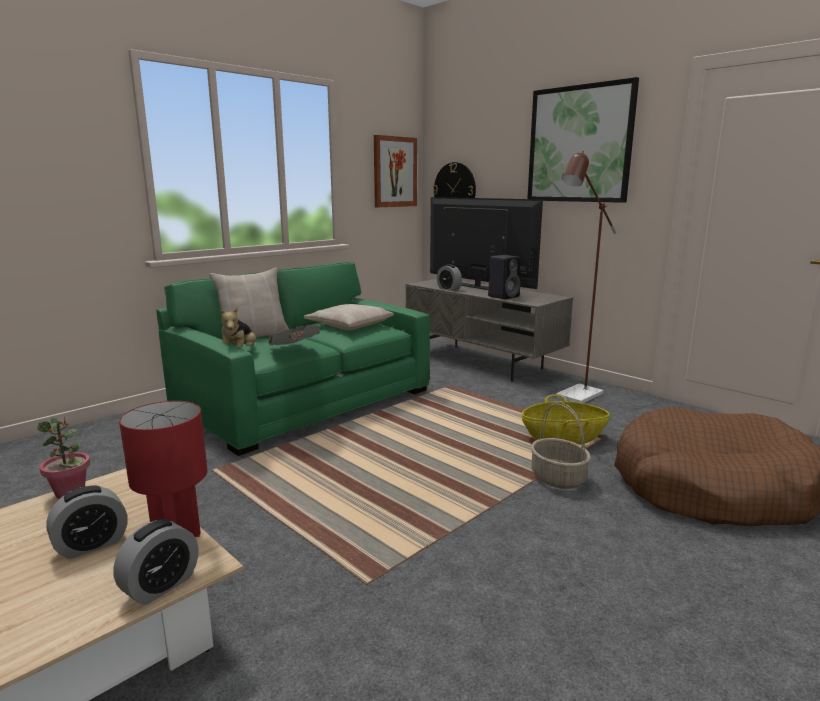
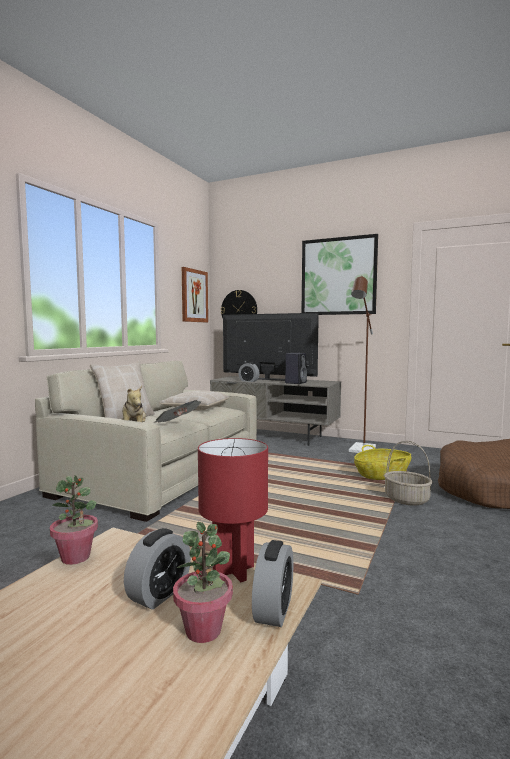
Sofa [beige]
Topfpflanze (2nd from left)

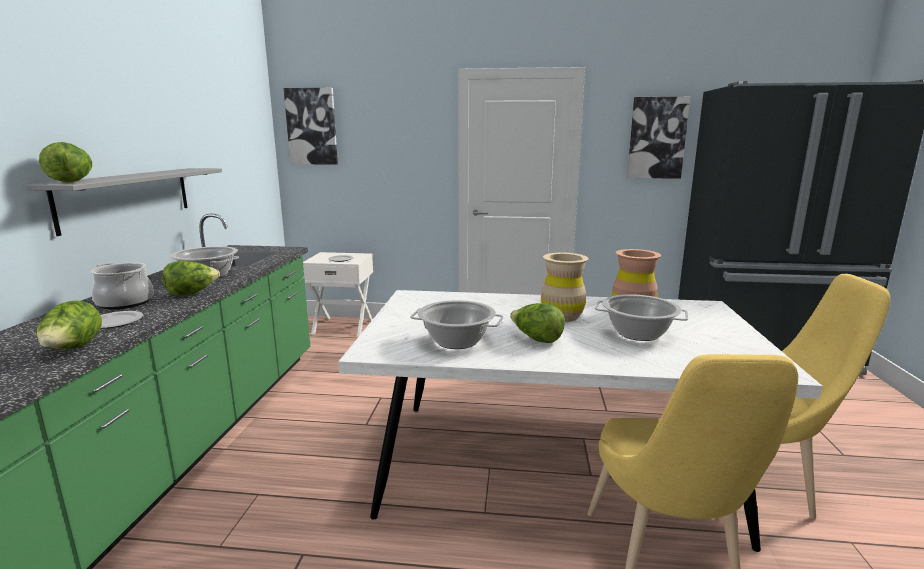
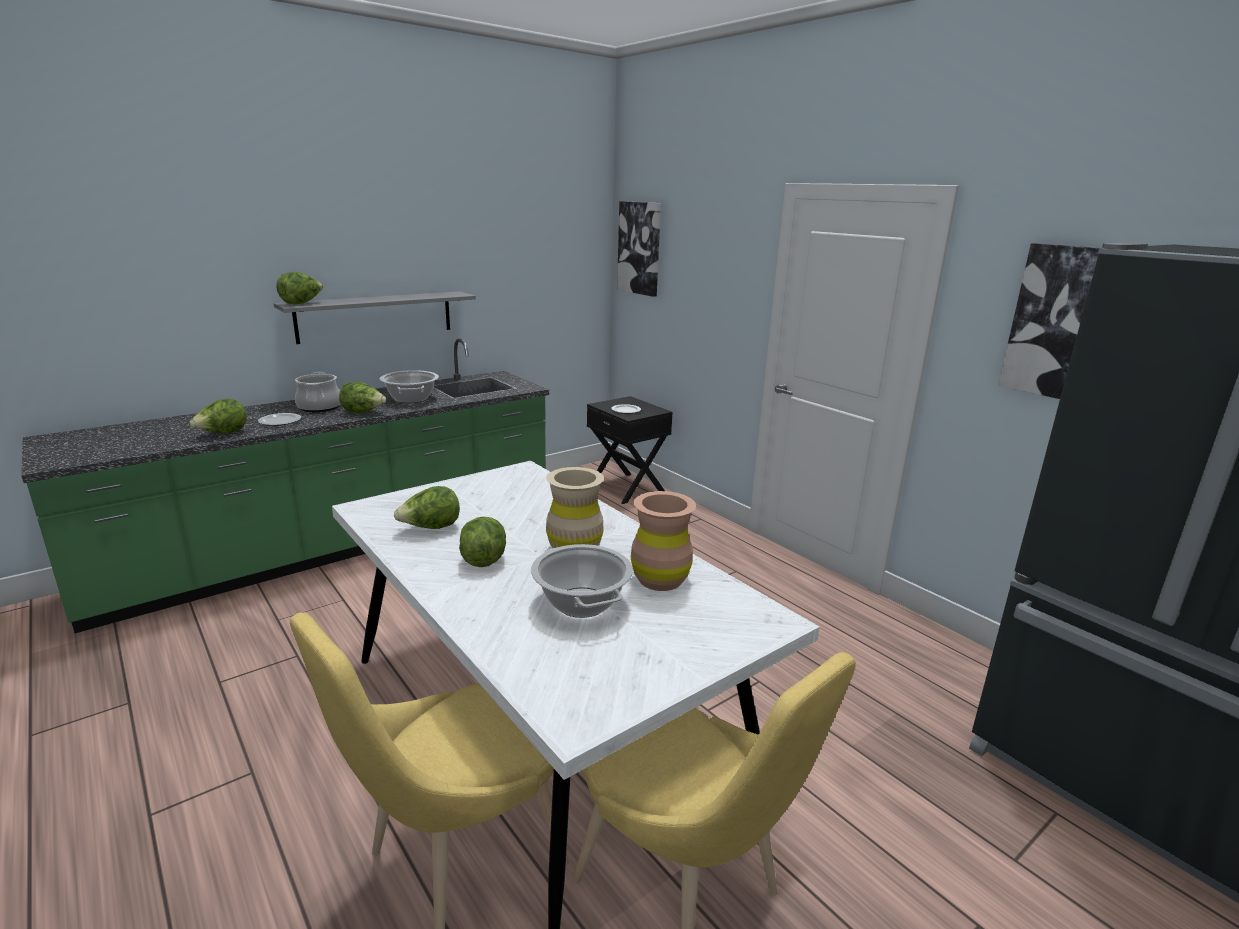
Nachttisch [schwarz]
Salatkopf (4th from left)

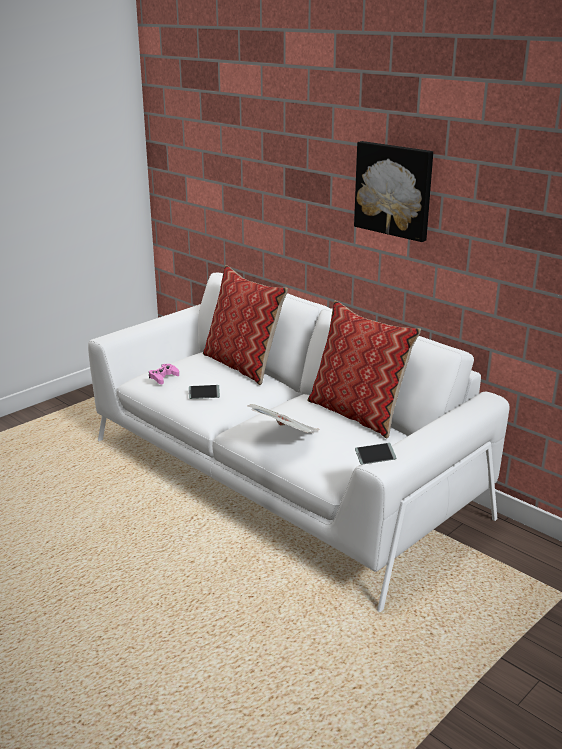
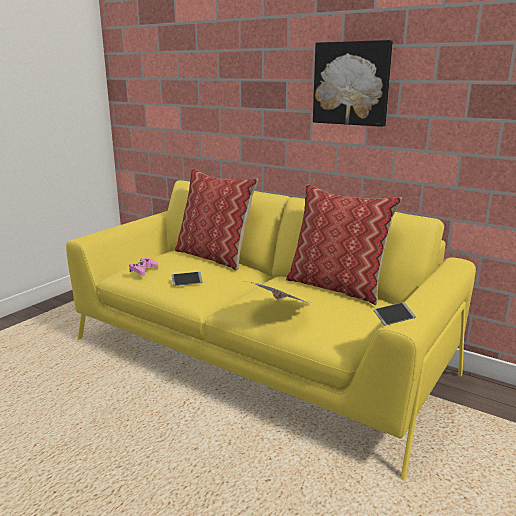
Sofa [gelb]

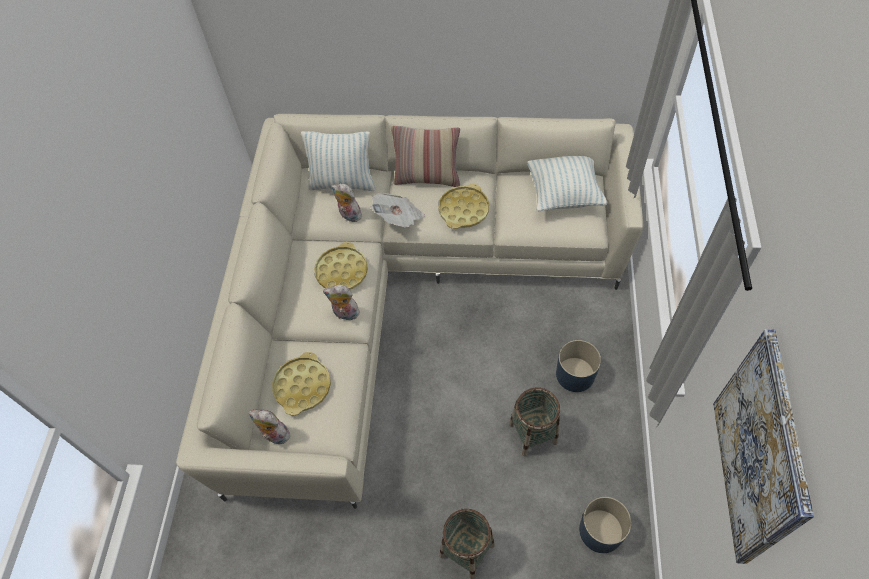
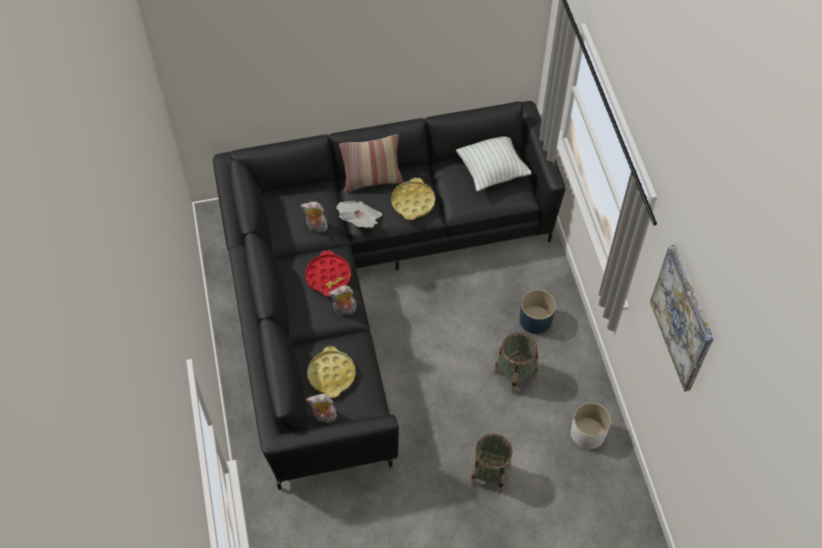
Sofa [schwarz]
Kissen (1st from left in the first image)
Tablett [rot]
Pflanzkübel [weiß]

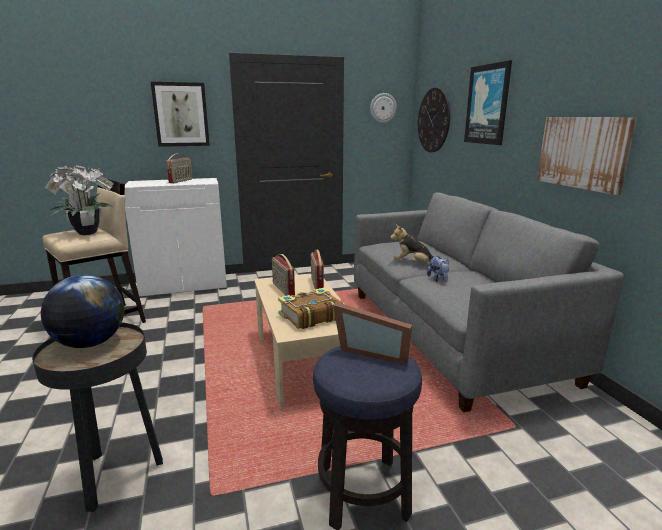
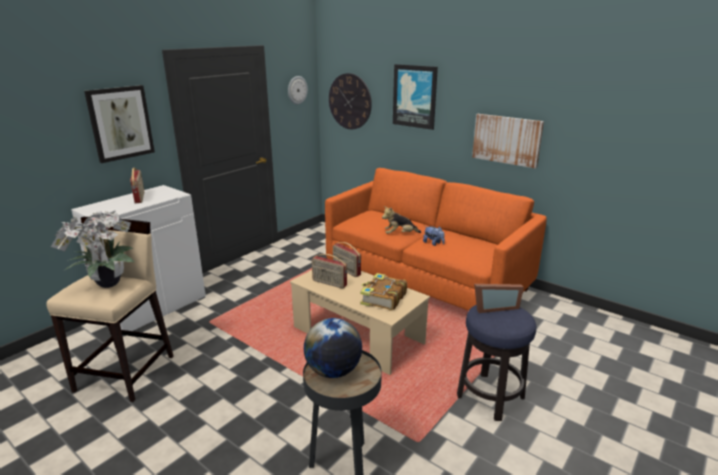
Sofa [orange]

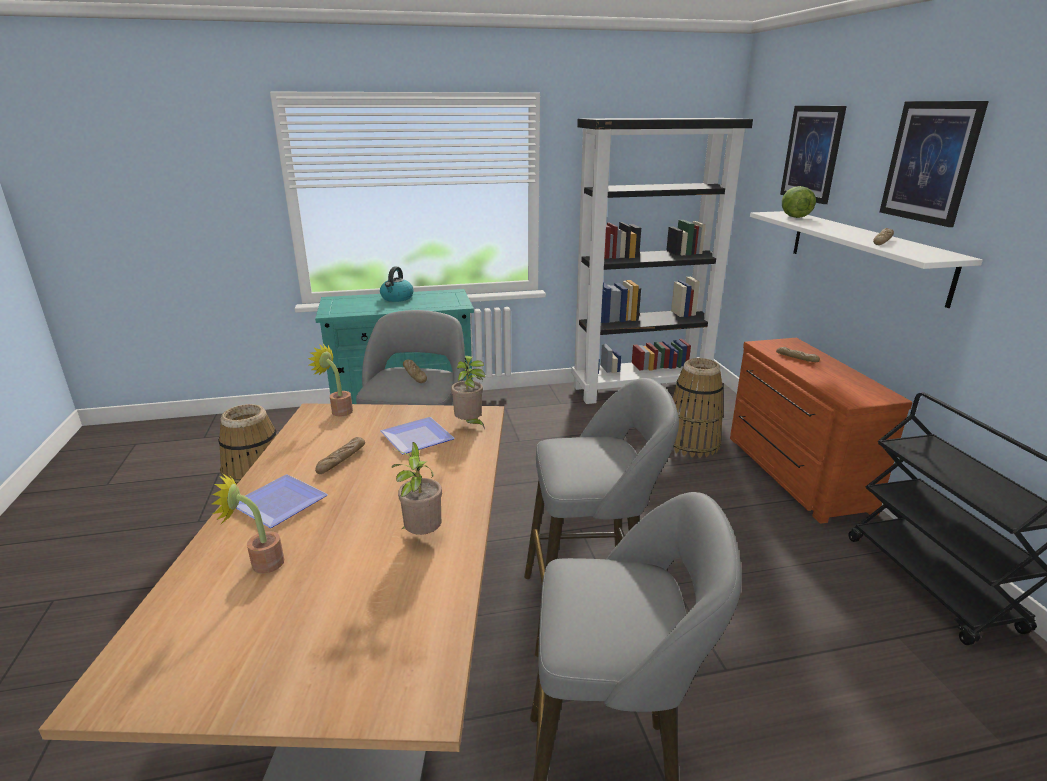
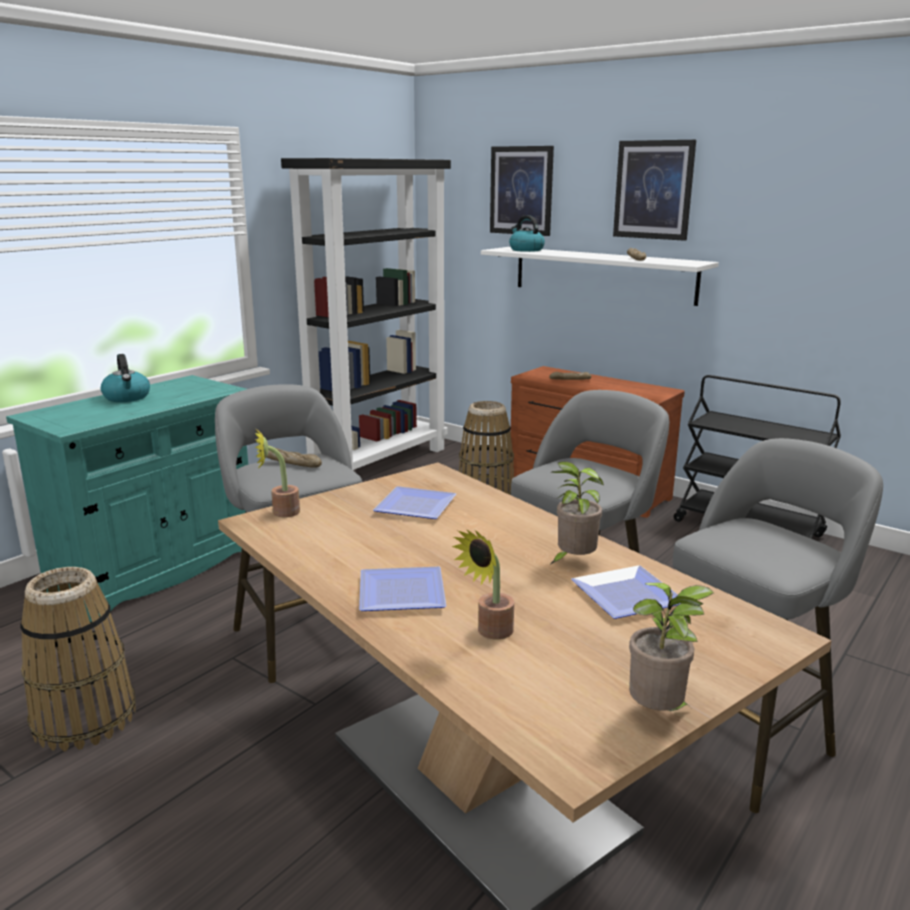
Wasserkessel (2nd from left)
Topfpflanze (4th from left)
Brot (1st from left in the first image)
Teller (3rd from left)

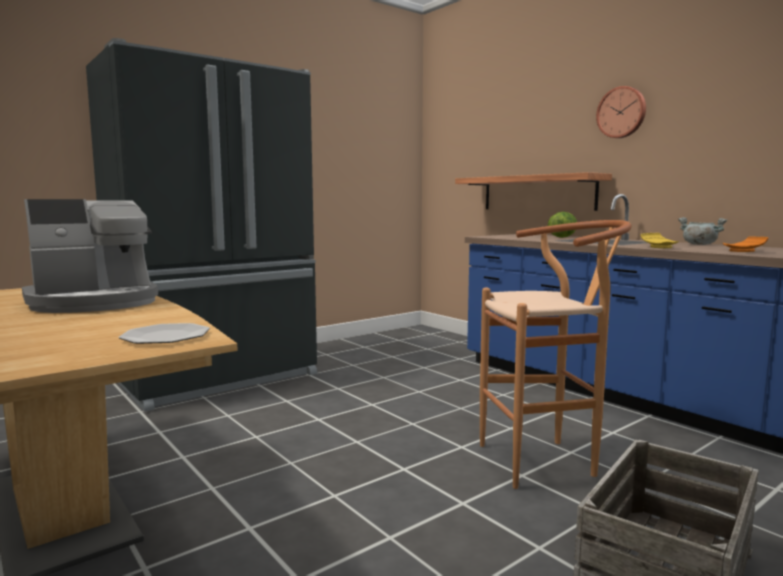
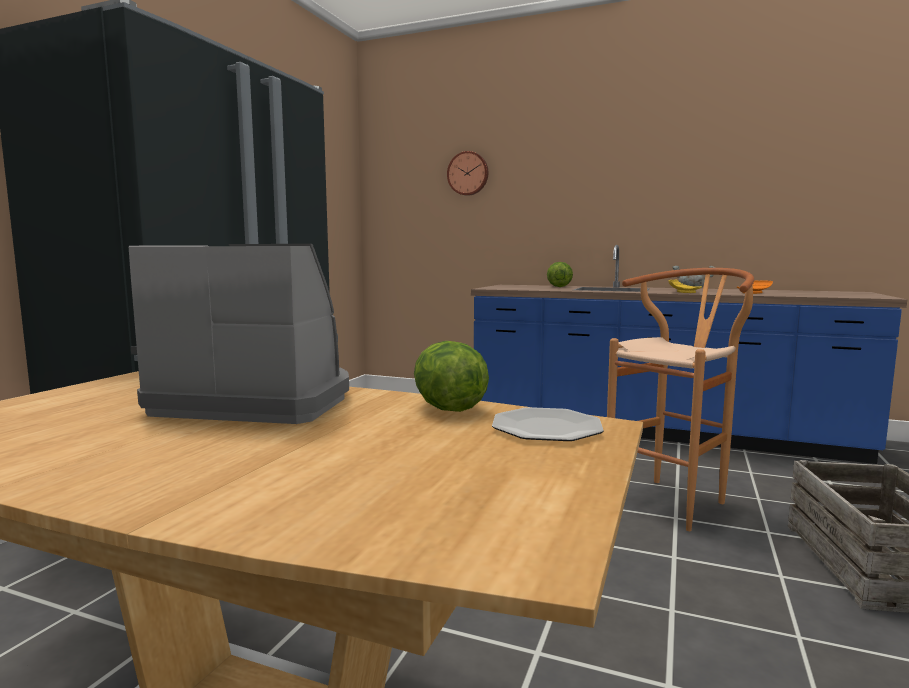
Wanduhr
Wandregal
Kaffeemaschine
Salatkopf (1st from left)

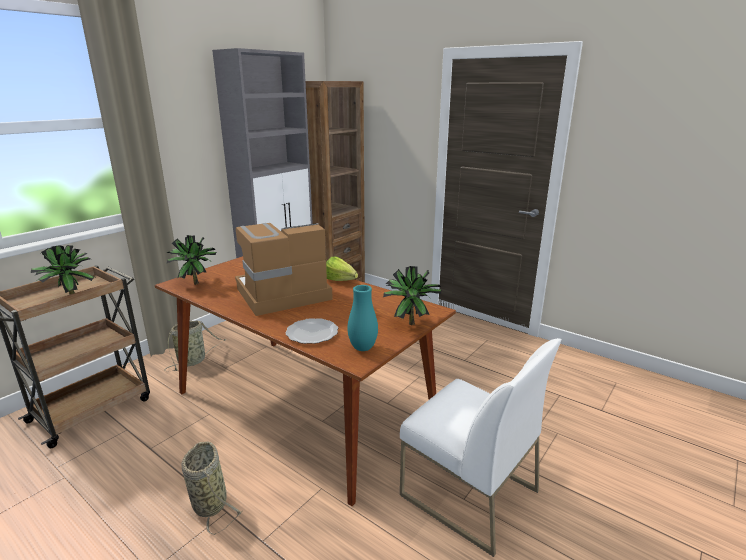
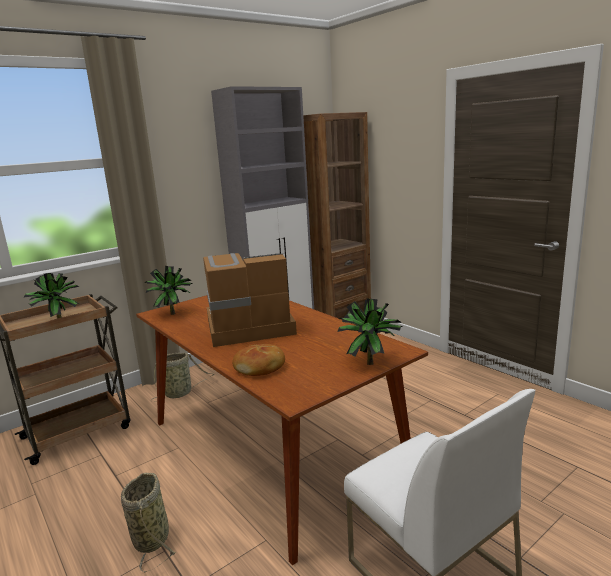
Salatkopf
Vase [türkis]
Brot

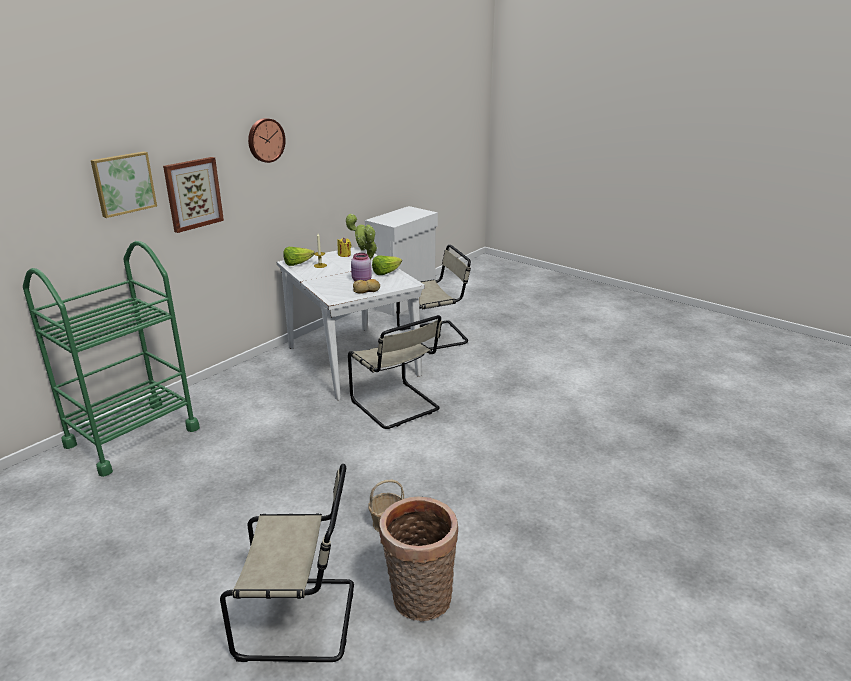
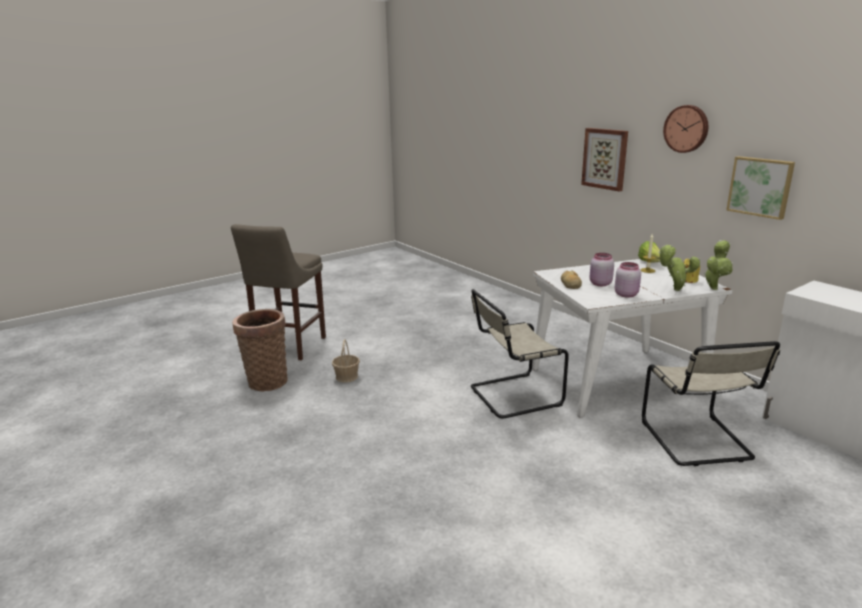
Bild (2nd from left)
Rollwagen [grün]
Vorratsglas [rosa] (2nd from left)
Hocker [beige]

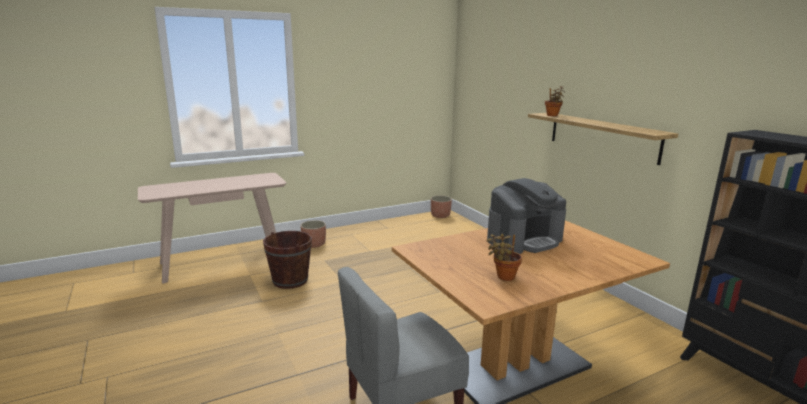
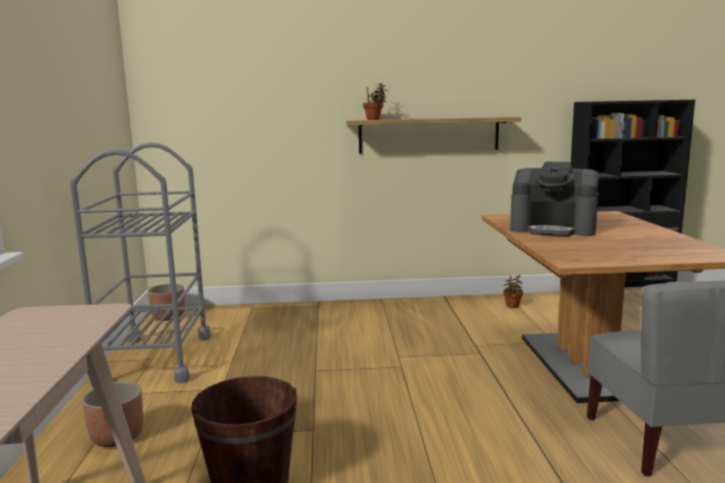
Kaffeemaschine
Topfpflanze (2nd from left)
Rollwagen [grau]

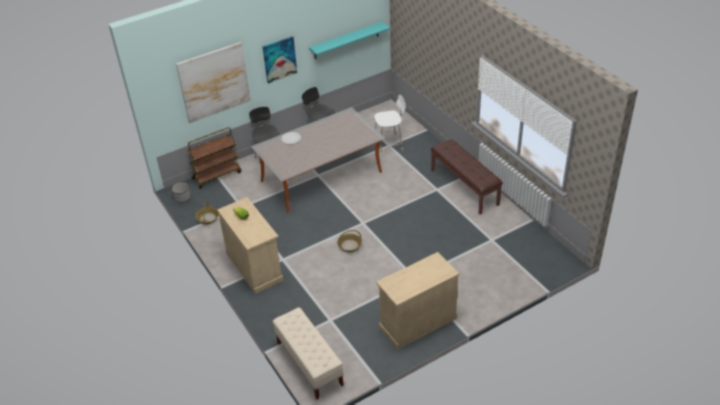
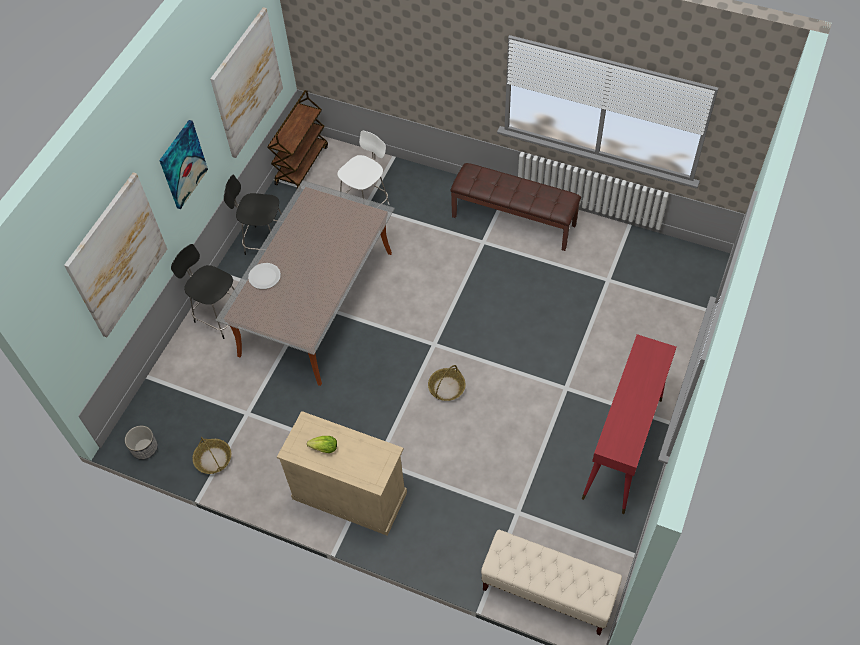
Bild (3rd from left)
Rollwagen [braun]
Konsolentisch [rot]

